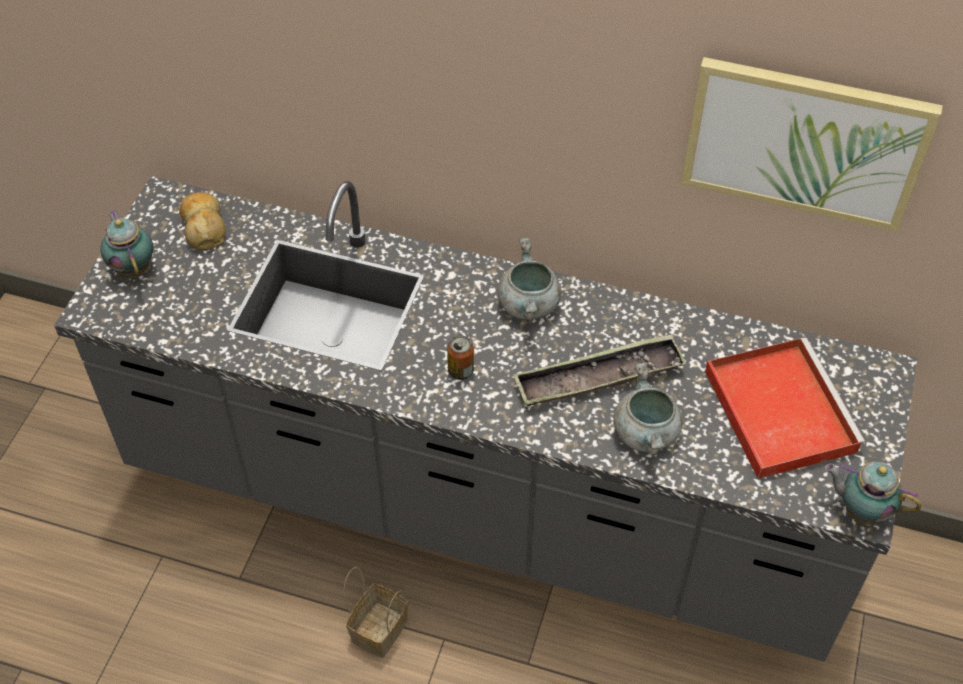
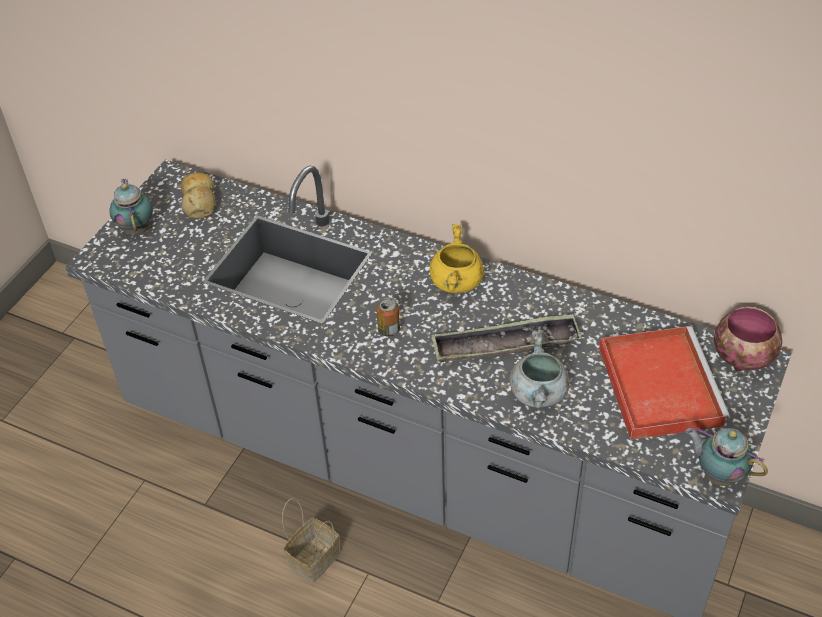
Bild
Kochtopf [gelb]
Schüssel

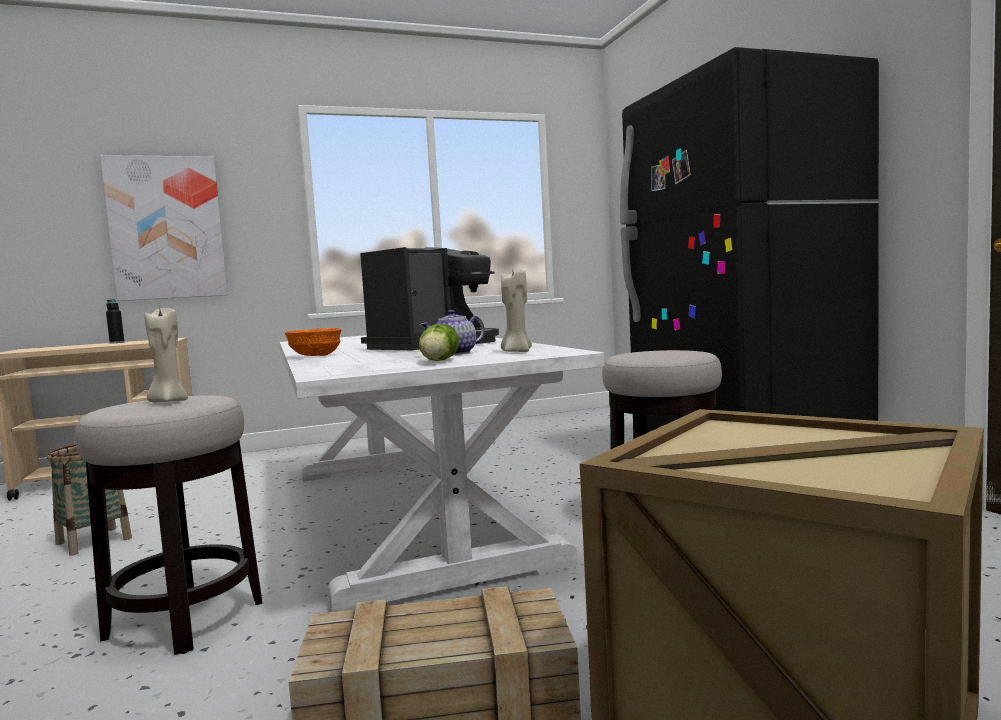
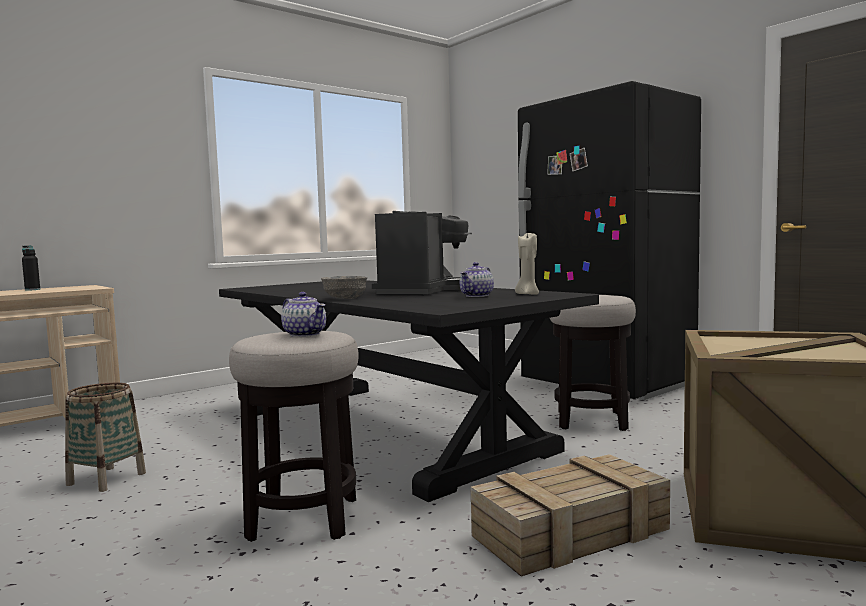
Bild
Teekanne (1st from left)
Salatkopf
Schüssel [grau]
Esstisch [schwarz]

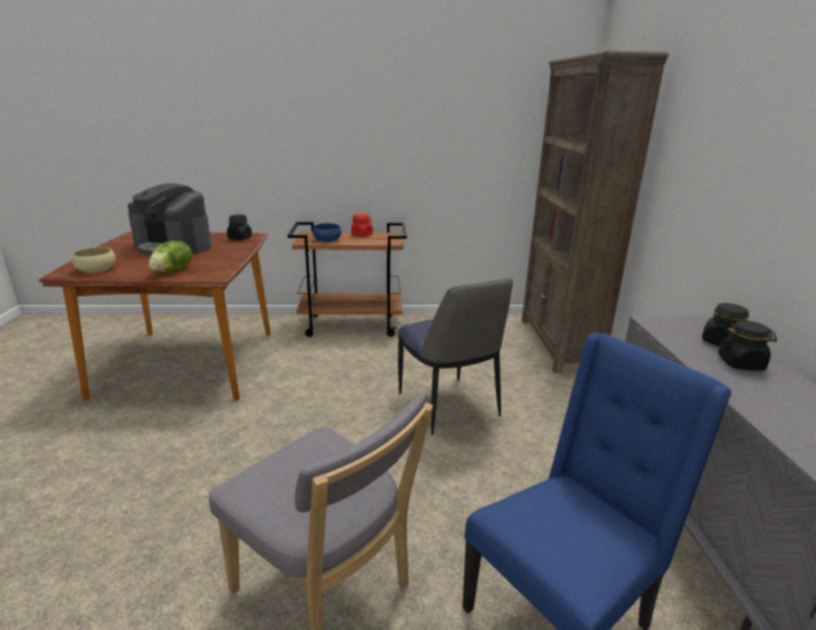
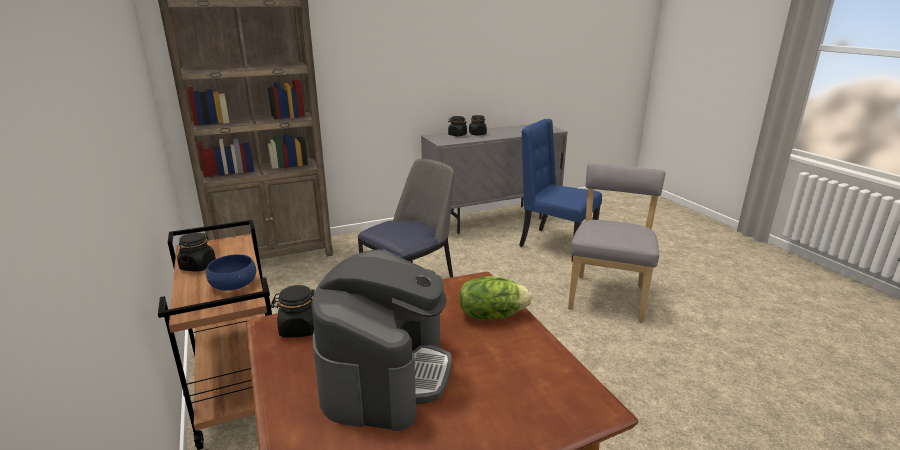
Vorratsglas [schwarz] (1st from left)
Schüssel [beige]

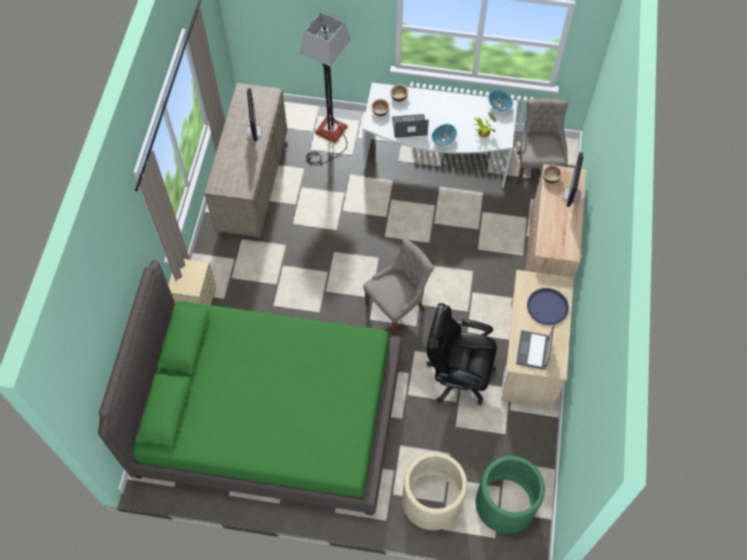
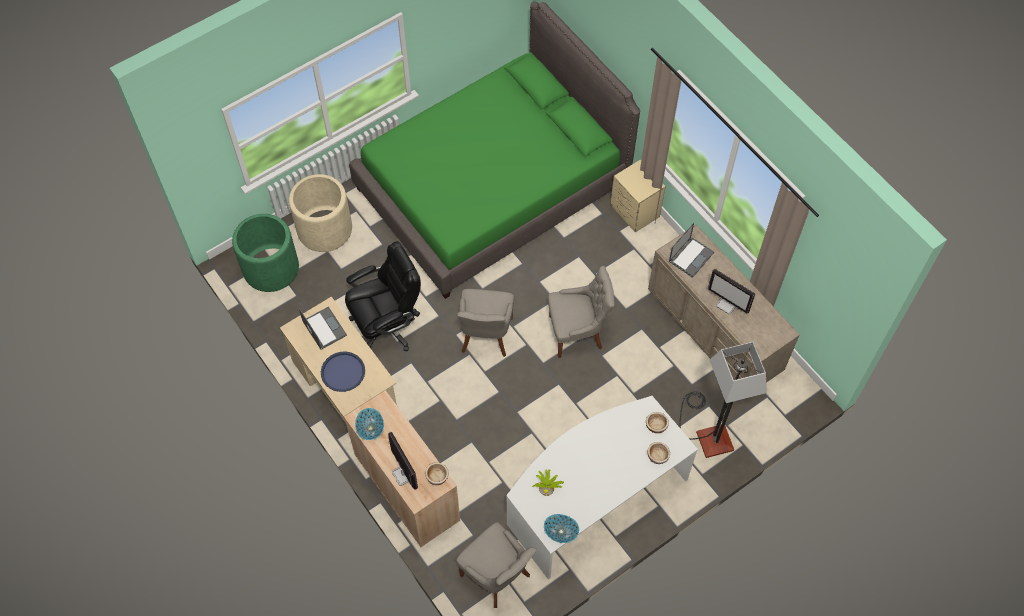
Laptop (2nd from left)
Schüssel (1st from left)
Stuhl [grau] (3rd from left)

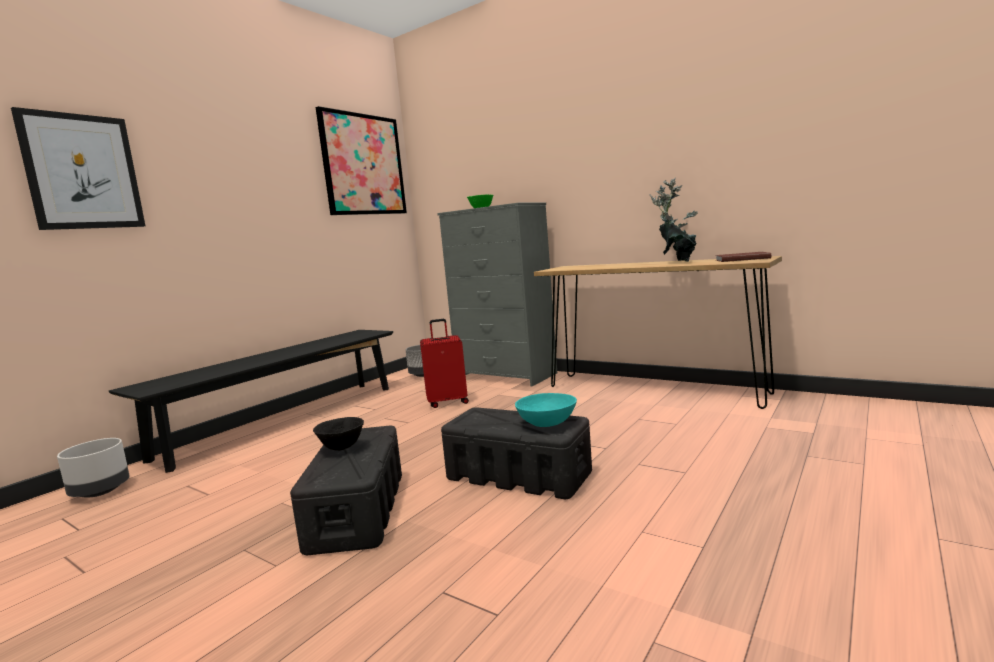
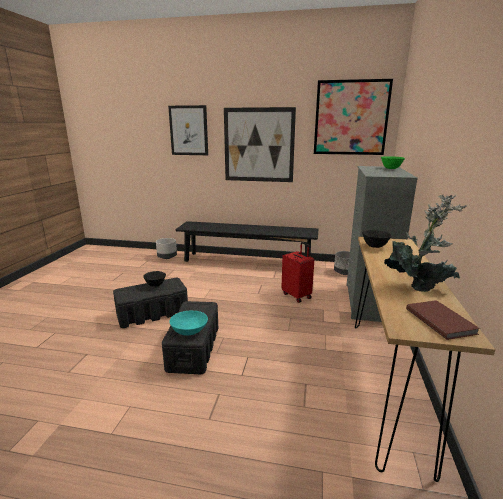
Bild (2nd from left)
Schüssel [schwarz] (2nd from left)

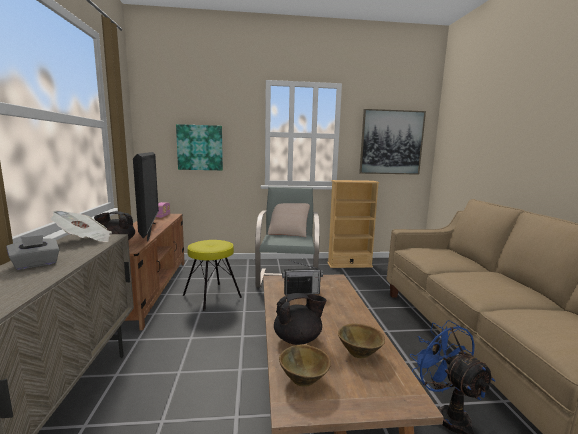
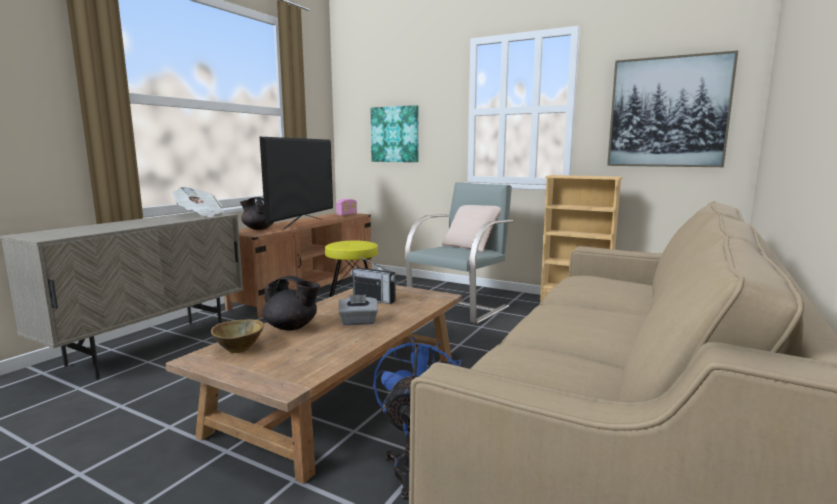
Taschentuchbox [grau]
Schüssel [braun] (2nd from left in the first image)

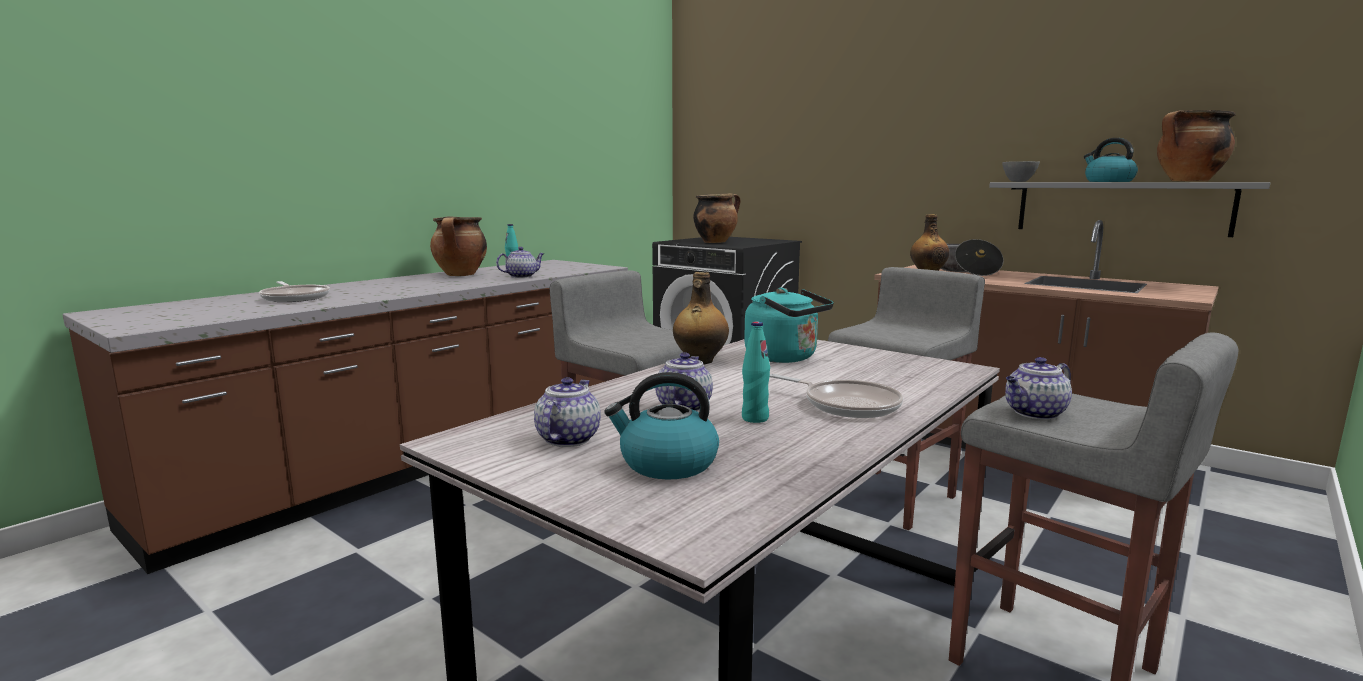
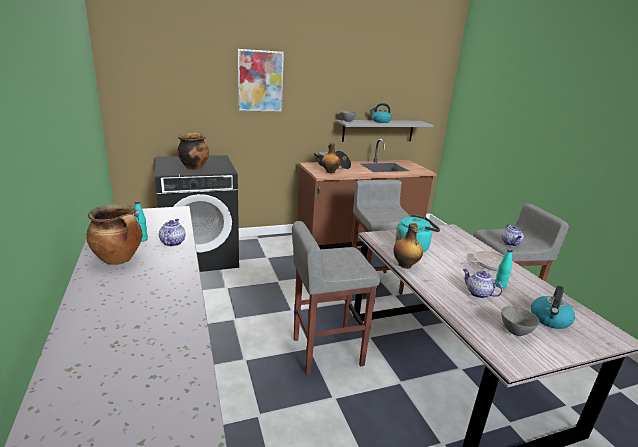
Kochtopf (4th from left in the first image)
Pfanne (1st from left in the first image)
Schüssel [grau] (2nd from left)
Bild

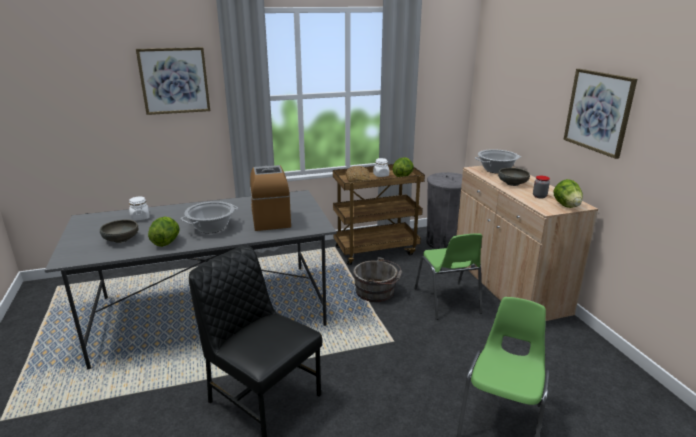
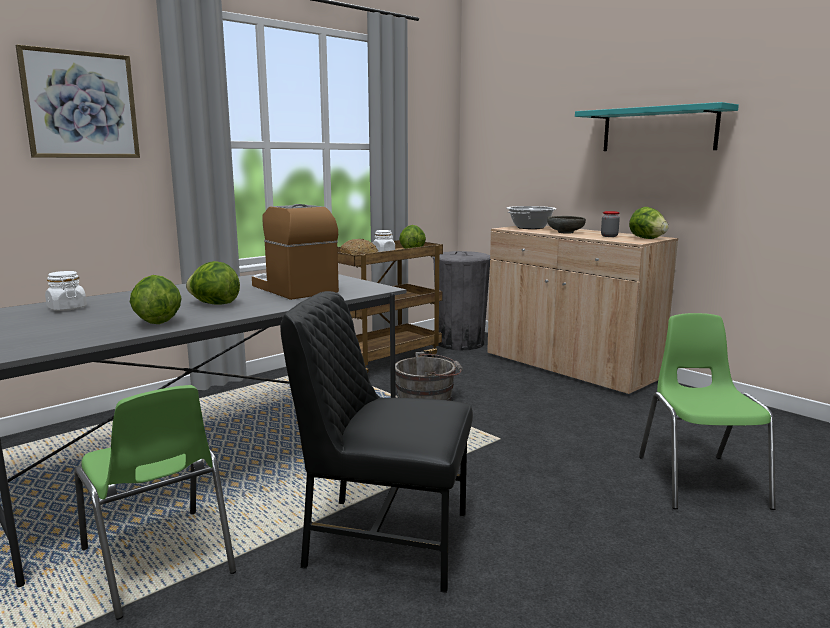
Wandregal [türkis]
Salatkopf (2nd from left)
Schüssel [grau] (1st from left in the first image)
Stuhl [grün] (1st from left)

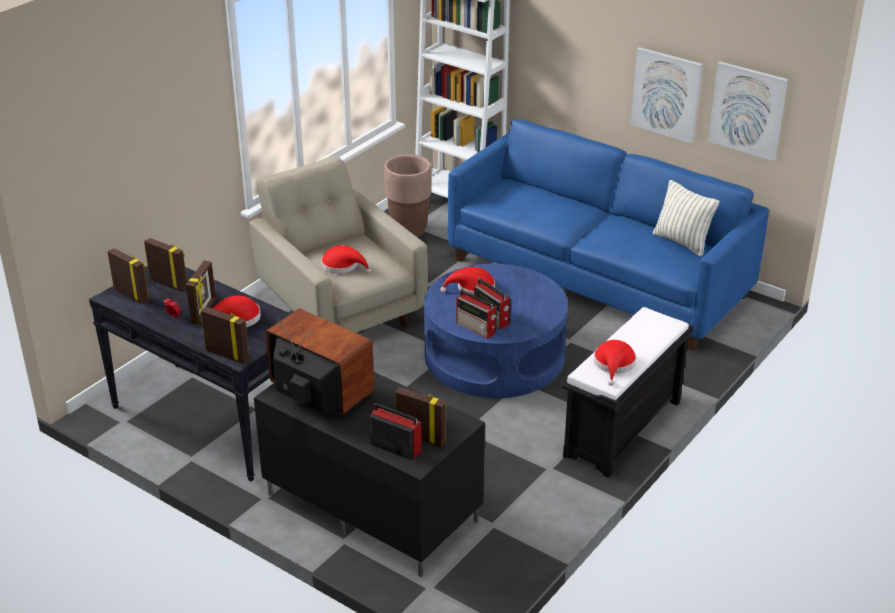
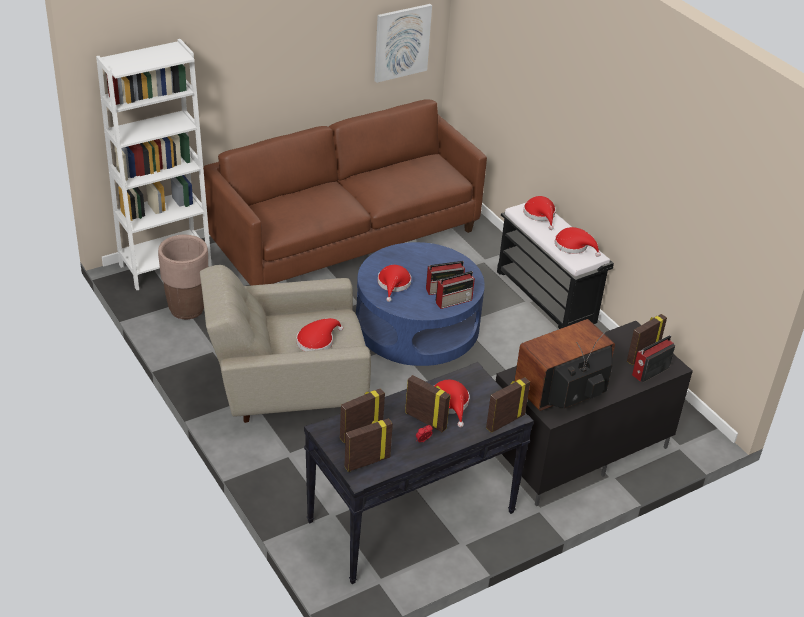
Bild (1st from left in the first image)
Sofa [braun]
Kissen
Hut [rot] (4th from left)

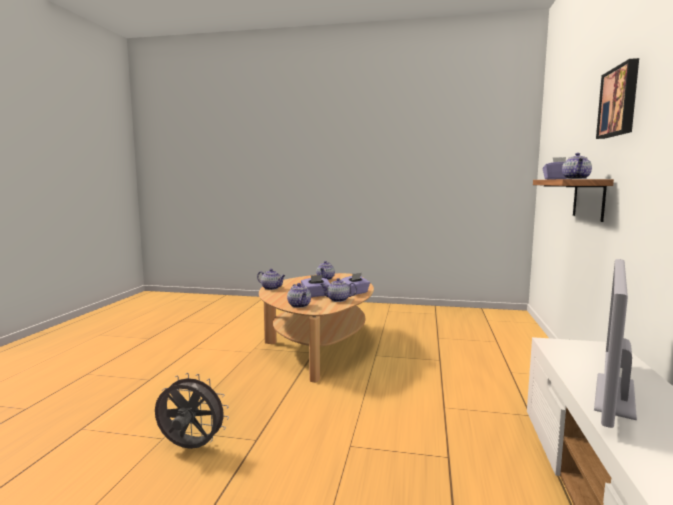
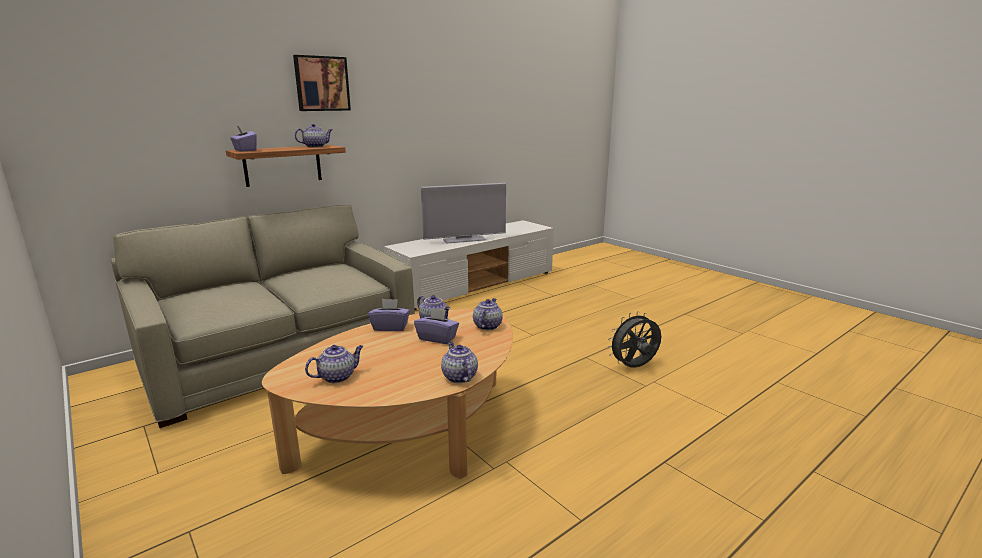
Ventilator [grau]
Sofa [beige]

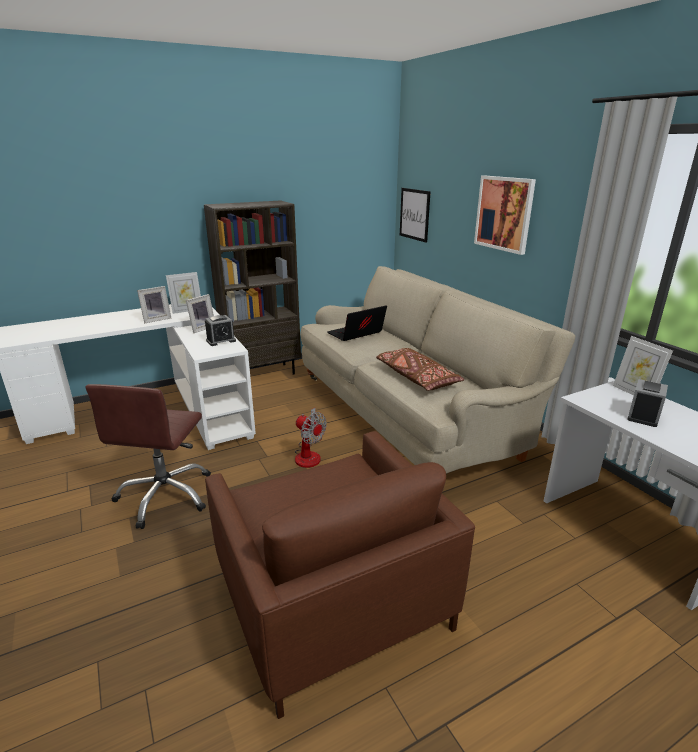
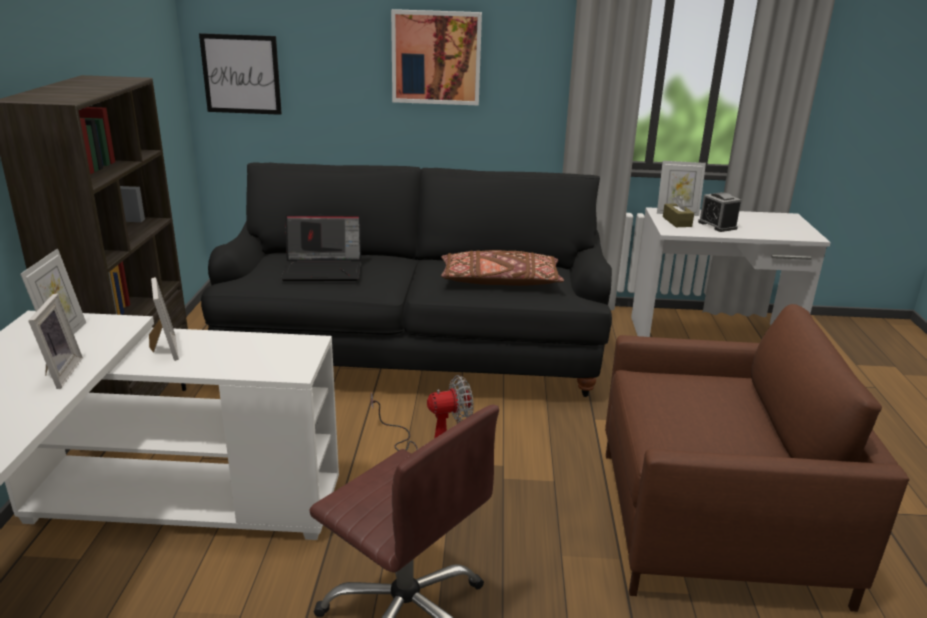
Sofa [schwarz]
Laptop
Wecker (1st from left in the first image)
Taschentuchbox [braun]

